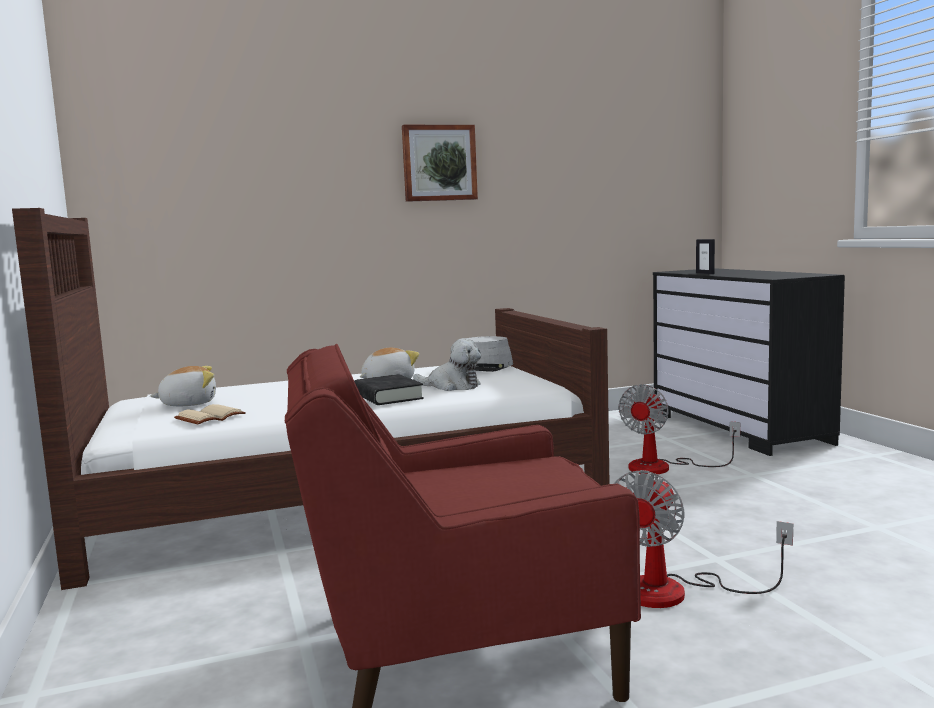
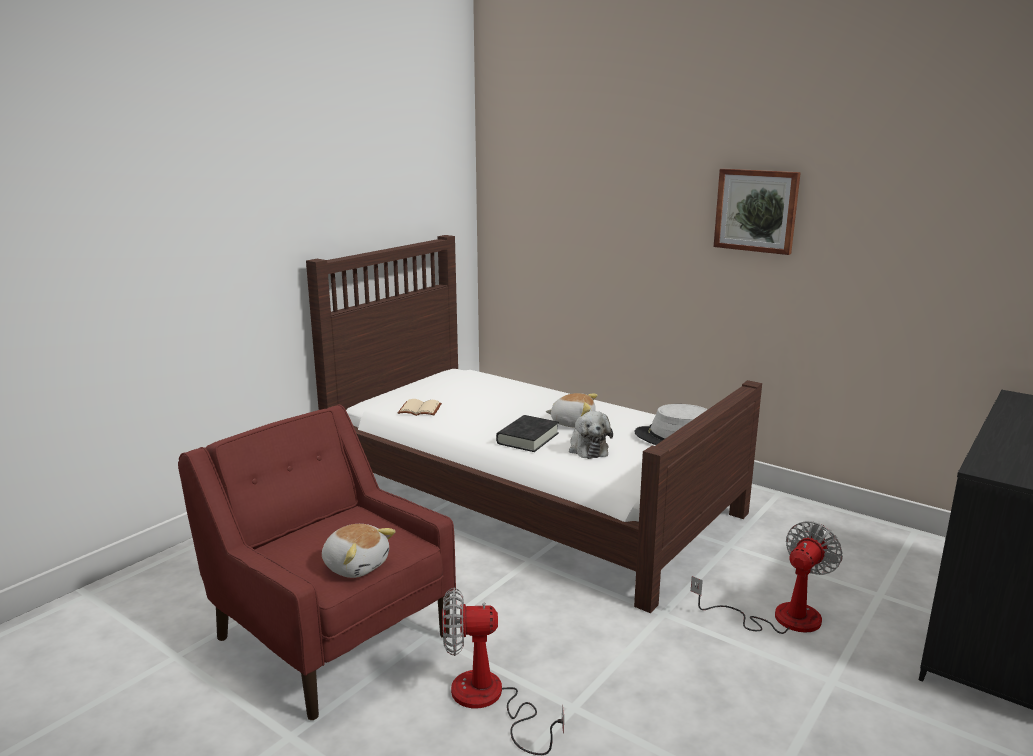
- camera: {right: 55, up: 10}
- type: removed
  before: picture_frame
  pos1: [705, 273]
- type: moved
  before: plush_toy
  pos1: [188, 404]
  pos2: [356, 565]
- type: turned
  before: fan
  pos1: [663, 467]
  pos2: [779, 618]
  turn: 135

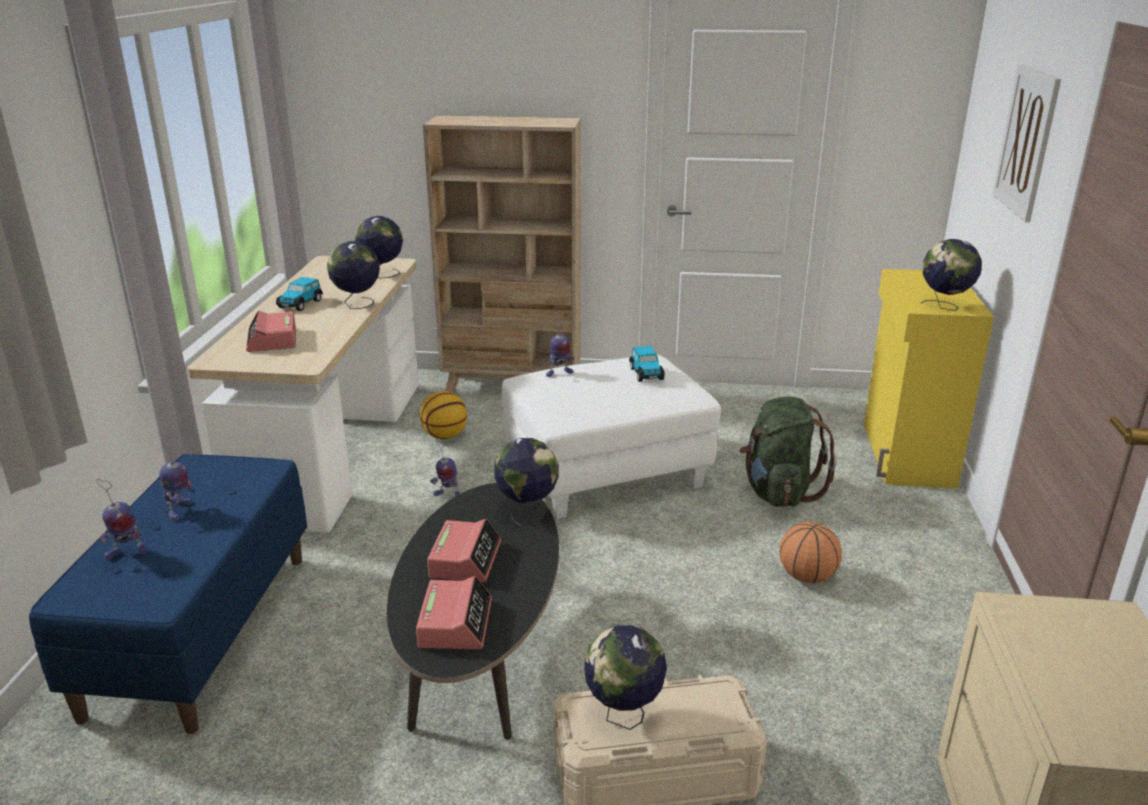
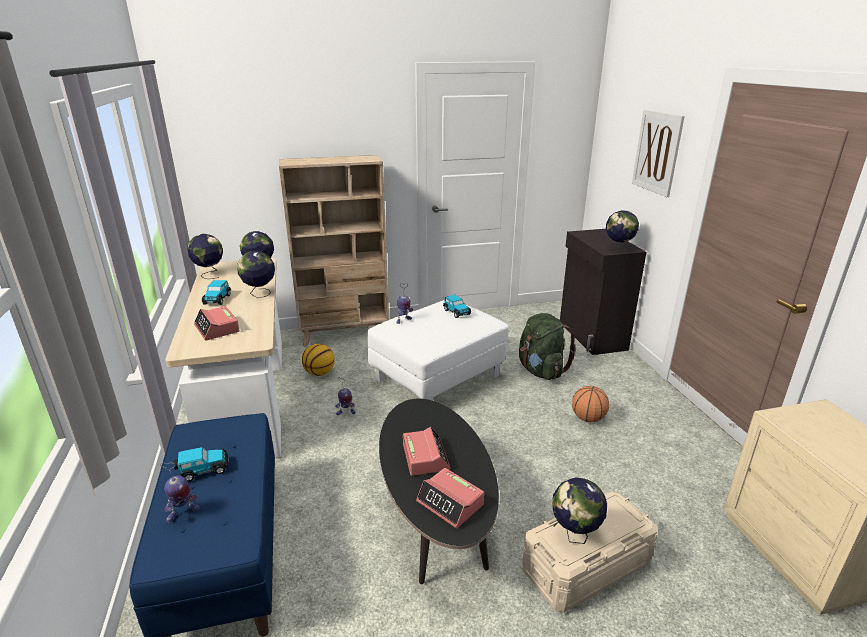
- camera: {right: -20, up: 0}
- type: recoloured
  before: yellow_cabinet
  after: black_cabinet
  pos1: [905, 454]
  pos2: [591, 336]
- type: replaced
  before: toy_robot
  after: toy_car
  pos1: [180, 511]
  pos2: [203, 470]
- type: moved
  before: globe
  pos1: [527, 513]
  pos2: [210, 274]
- type: turned
  before: alarm_clock
  pos1: [455, 623]
  pos2: [450, 503]
  turn: 150

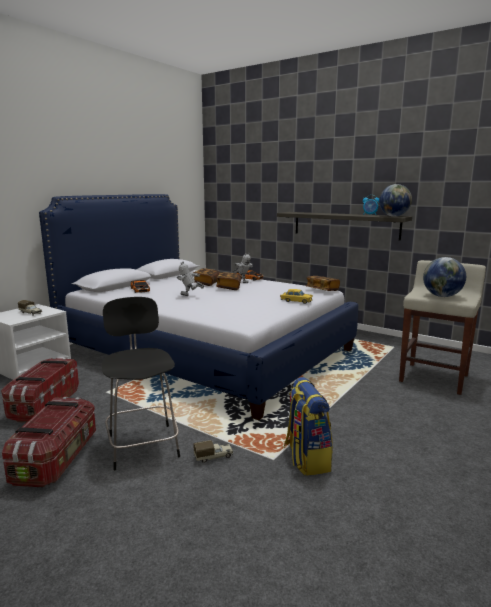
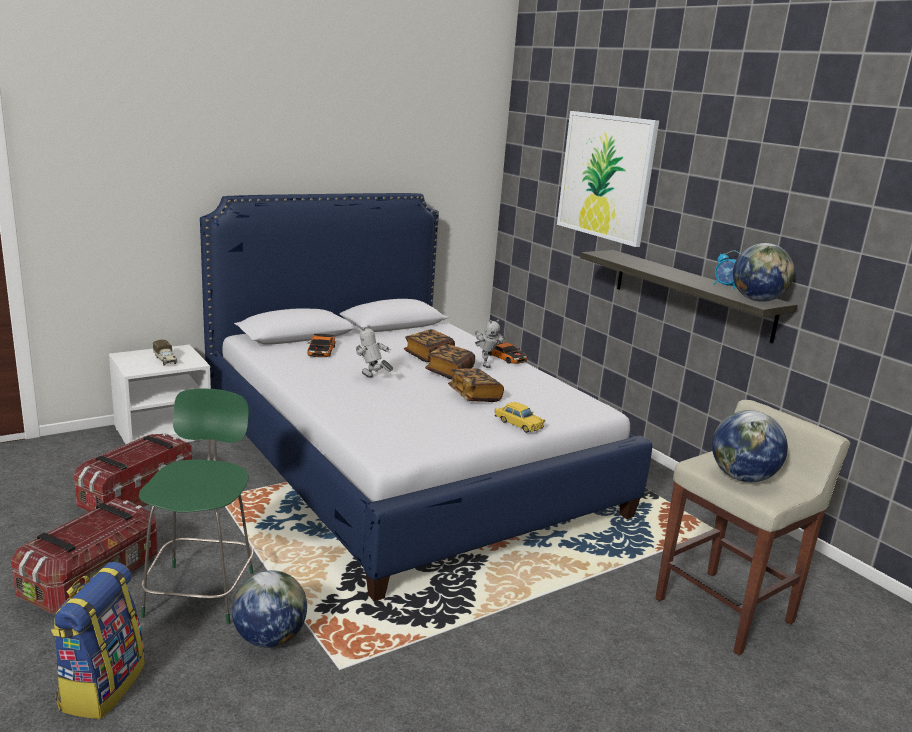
- camera: {right: 20, up: 5}
- type: moved
  before: book
  pos1: [322, 290]
  pos2: [474, 396]
- type: recoloured
  before: black_stool
  after: green_stool
  pos1: [143, 444]
  pos2: [201, 591]
- type: moved
  before: backpack
  pos1: [306, 458]
  pos2: [101, 686]
- type: replaced
  before: toy_truck
  after: globe
  pos1: [214, 457]
  pos2: [269, 638]
- type: added
  after: picture
  pos2: [606, 176]

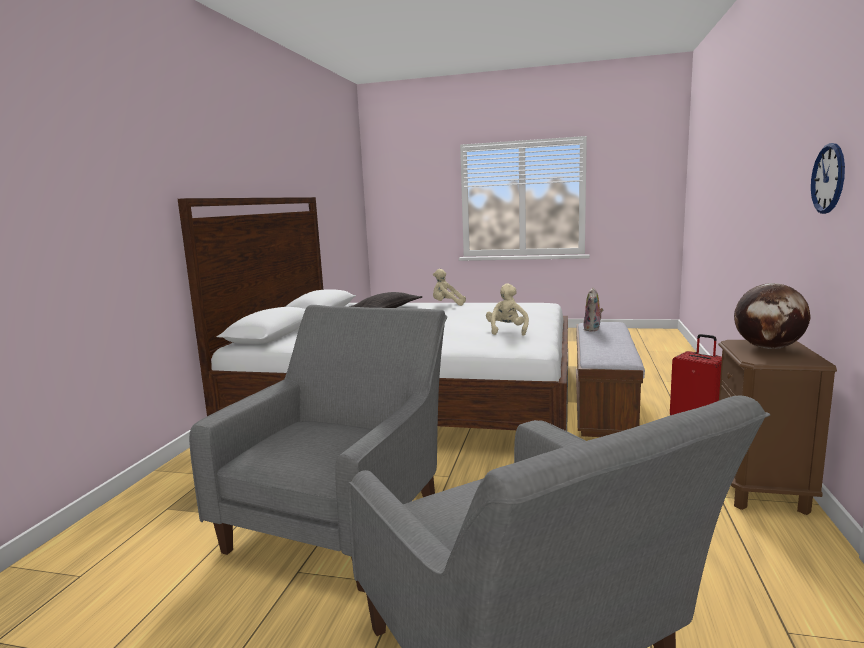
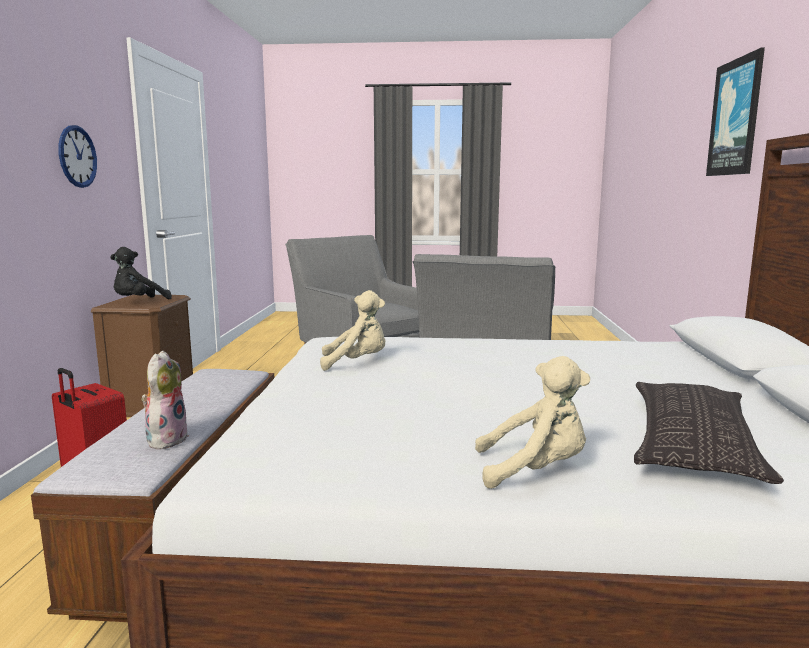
- camera: {right: 170, up: 0}
- type: turned
  before: beige_plush_toy
  pos1: [507, 331]
  pos2: [357, 363]
  turn: -90
- type: replaced
  before: globe
  after: black_plush_toy
  pos1: [768, 348]
  pos2: [139, 302]
- type: added
  after: picture
  pos2: [736, 117]

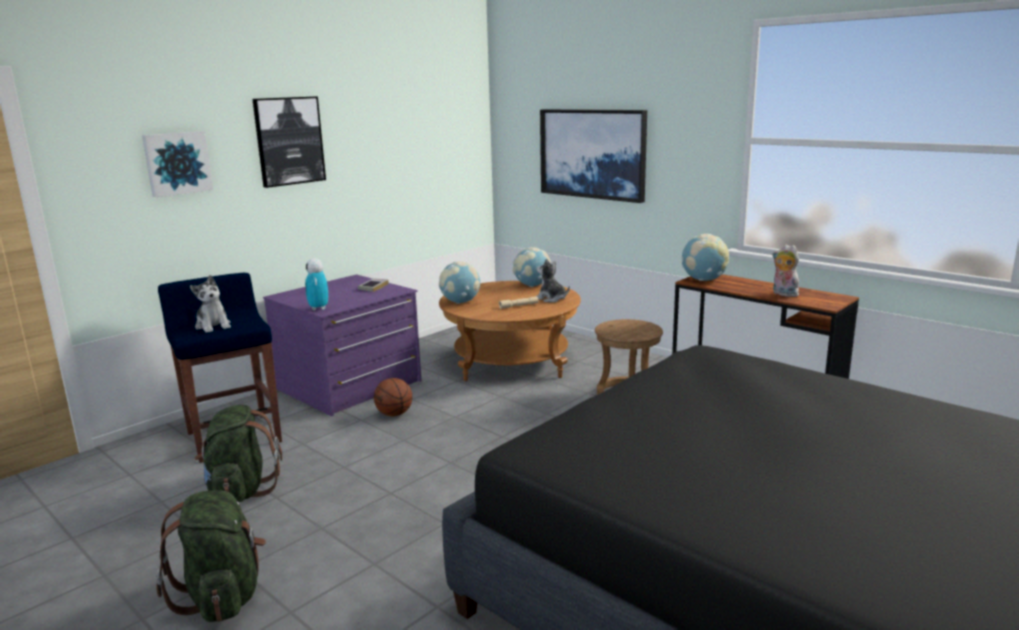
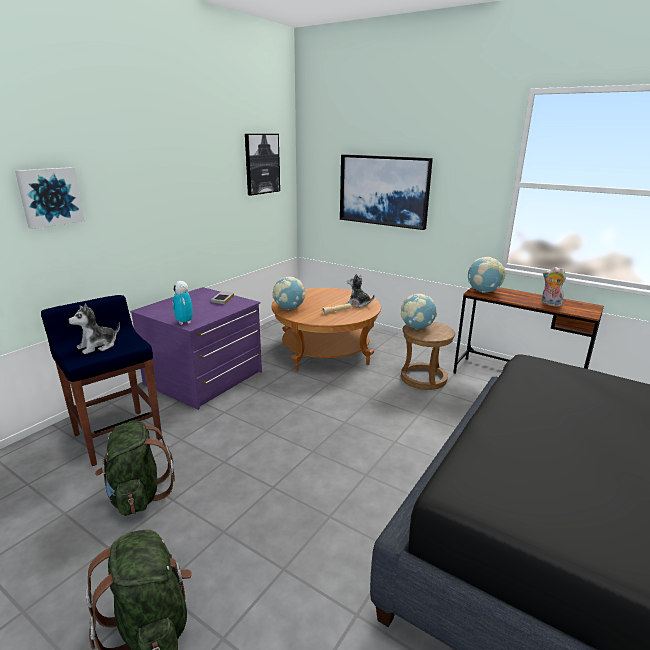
- camera: {right: -10, up: 5}
- type: moved
  before: picture
  pos1: [289, 141]
  pos2: [262, 164]
- type: moved
  before: globe
  pos1: [532, 285]
  pos2: [417, 327]
- type: turned
  before: plush_toy
  pos1: [213, 326]
  pos2: [98, 346]
  turn: 90
- type: removed
  before: basketball
  pos1: [394, 414]

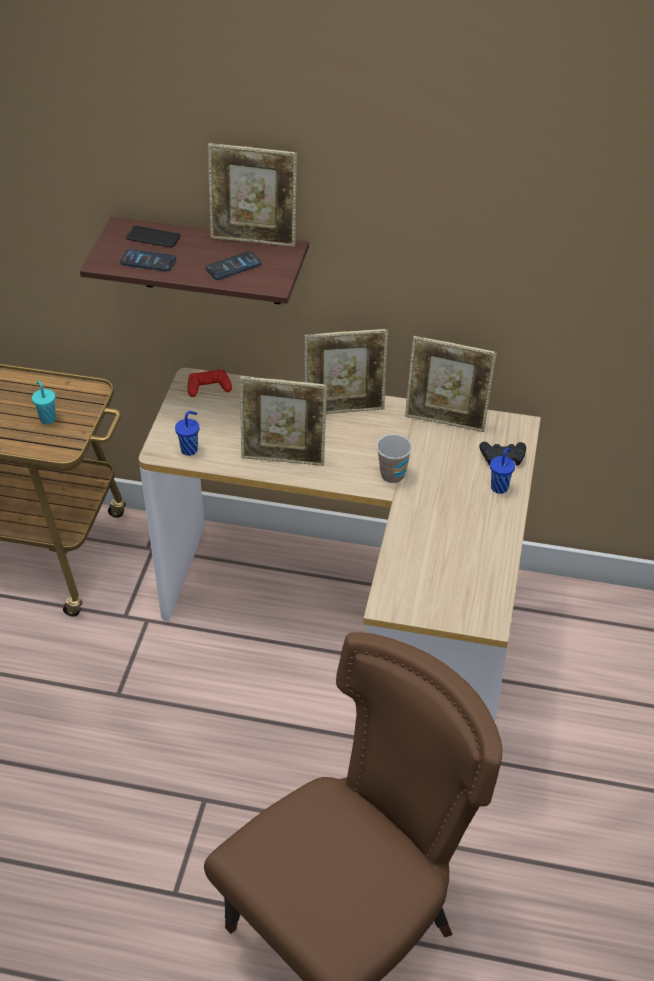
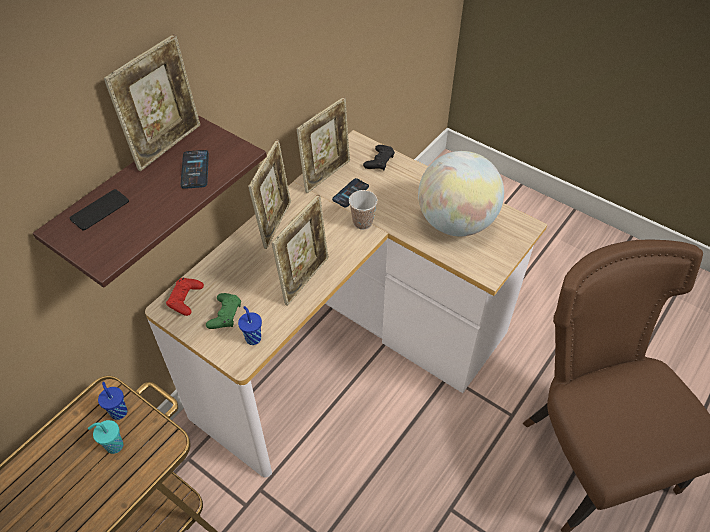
- camera: {right: -65, up: 5}
- type: moved
  before: phone
  pos1: [148, 261]
  pos2: [350, 193]
- type: moved
  before: blue_cup
  pos1: [500, 487]
  pos2: [118, 411]
- type: added
  after: globe
  pos2: [455, 222]
- type: added
  after: green_game_controller
  pos2: [225, 314]

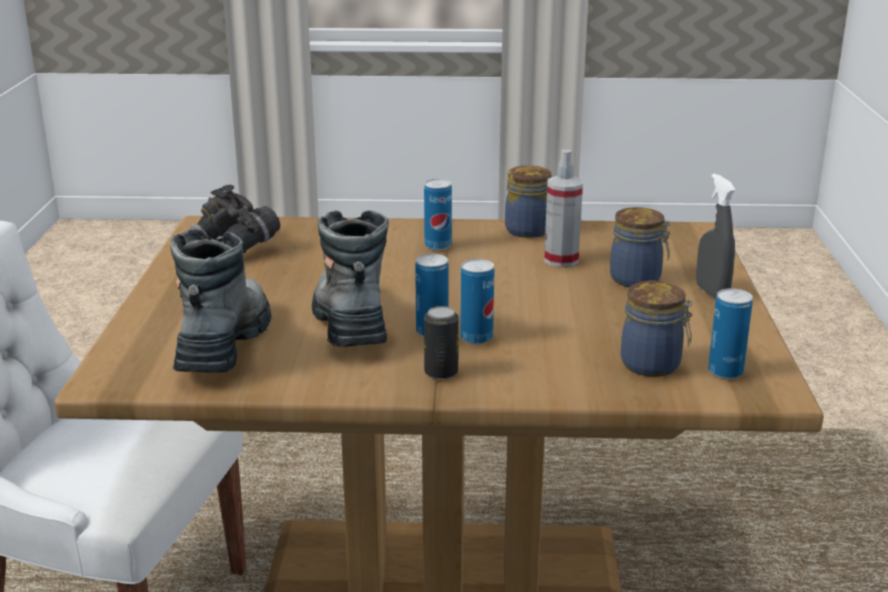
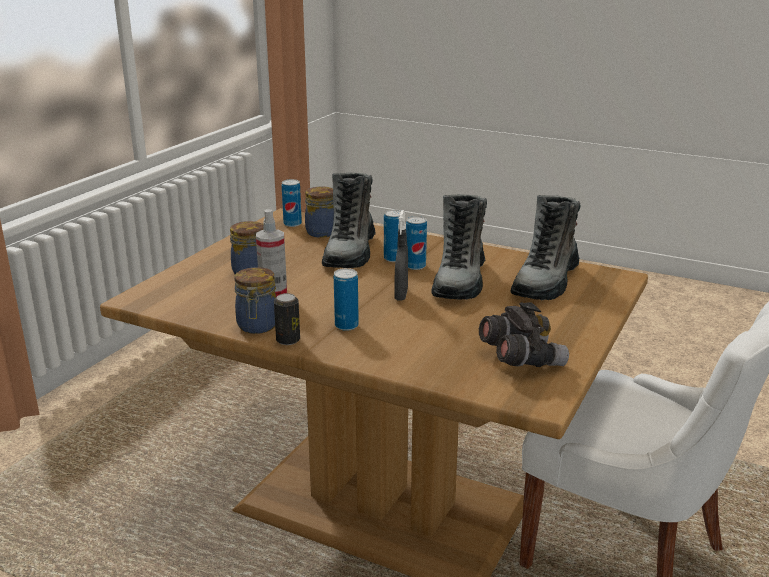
- camera: {right: -155, up: 0}
- type: moved
  before: grey_spray_bottle
  pos1: [711, 293]
  pos2: [401, 295]
- type: moved
  before: can
  pos1: [441, 372]
  pos2: [288, 340]
- type: added
  after: boot
  pos2: [350, 252]

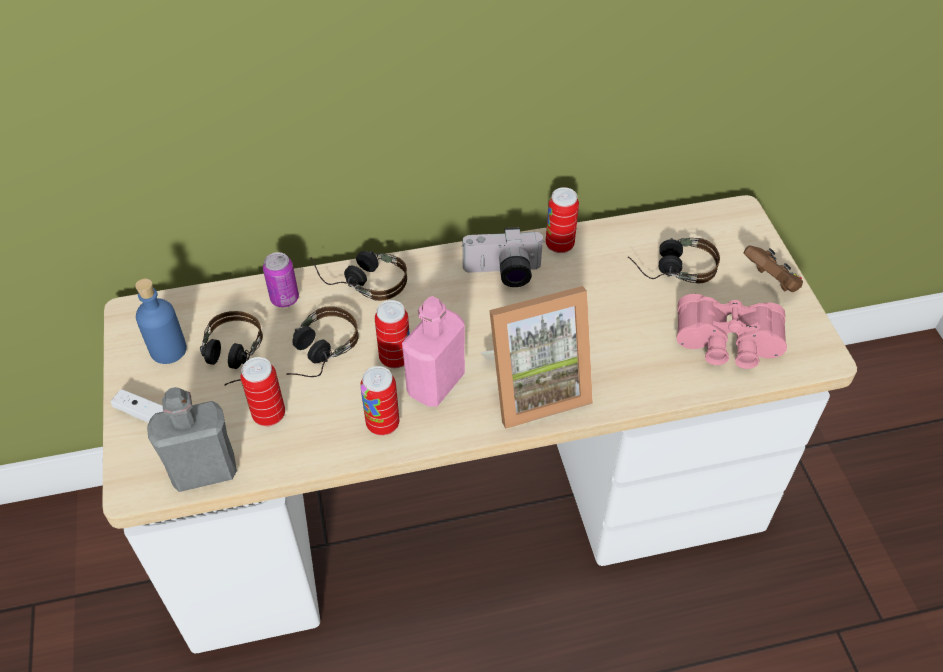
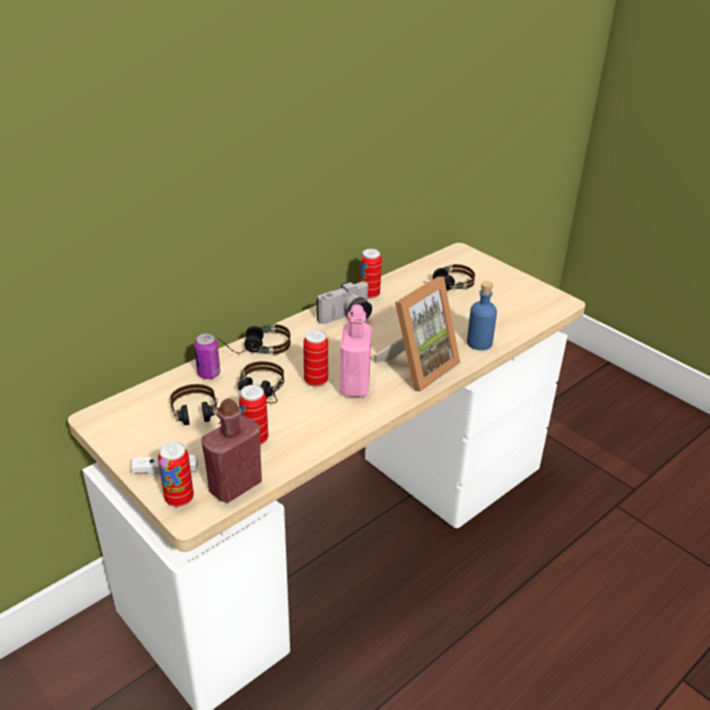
- camera: {right: -30, up: -15}
- type: removed
  before: brown_game_controller
  pos1: [771, 282]
- type: moved
  before: blue_bottle
  pos1: [168, 350]
  pos2: [479, 343]
- type: removed
  before: pink_binoculars
  pos1: [727, 345]
- type: moved
  before: can
  pos1: [382, 424]
  pos2: [179, 498]
- type: recoloured
  before: grey_bottle
  after: red_bottle
  pos1: [204, 471]
  pos2: [235, 486]

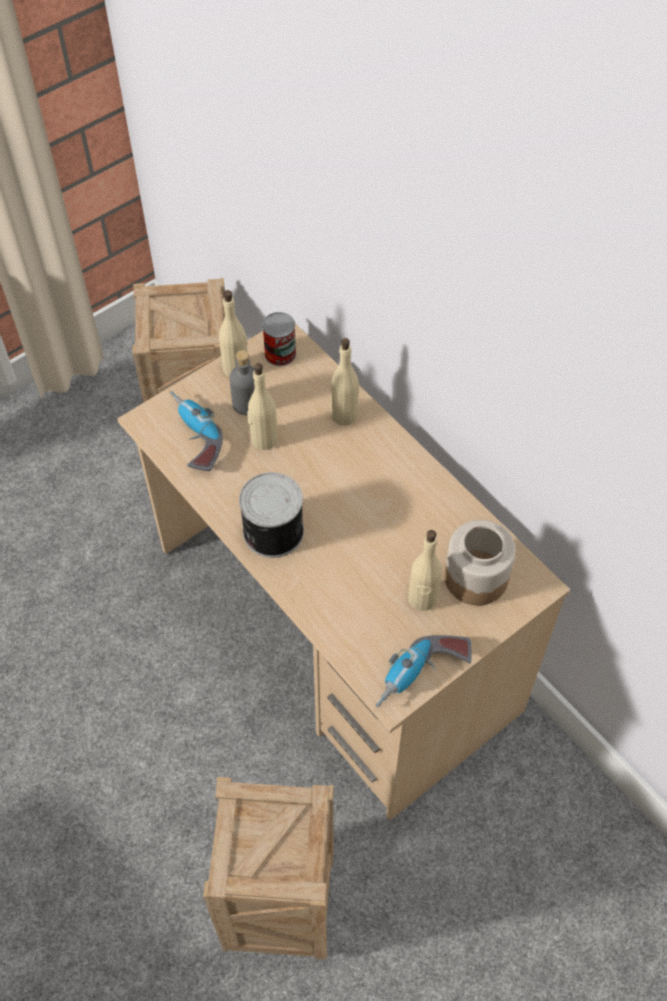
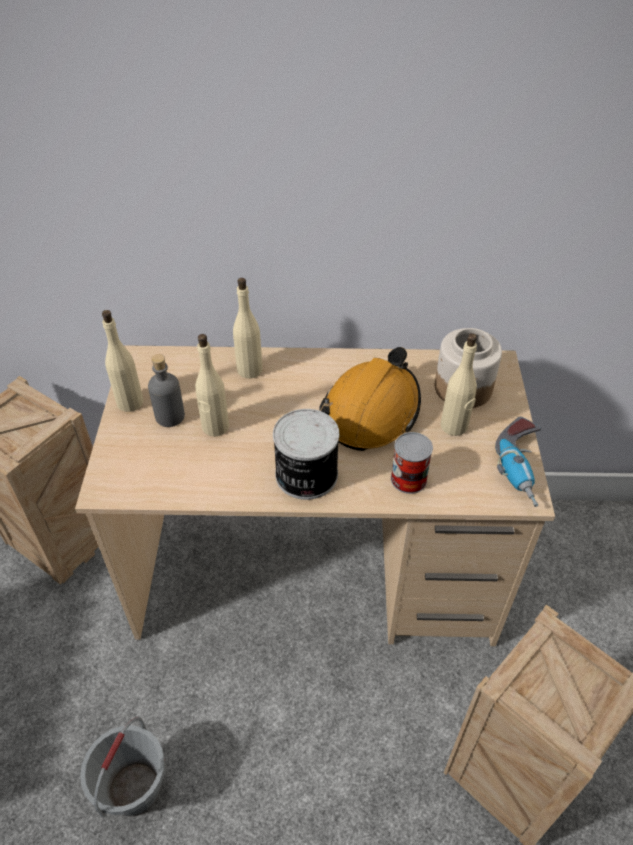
- camera: {right: -50, up: -10}
- type: moved
  before: can
  pos1: [280, 353]
  pos2: [408, 479]
- type: removed
  before: power_drill
  pos1: [193, 437]
- type: added
  after: orange_hard_hat
  pos2: [371, 411]
- type: added
  after: grey_bucket
  pos2: [134, 788]

